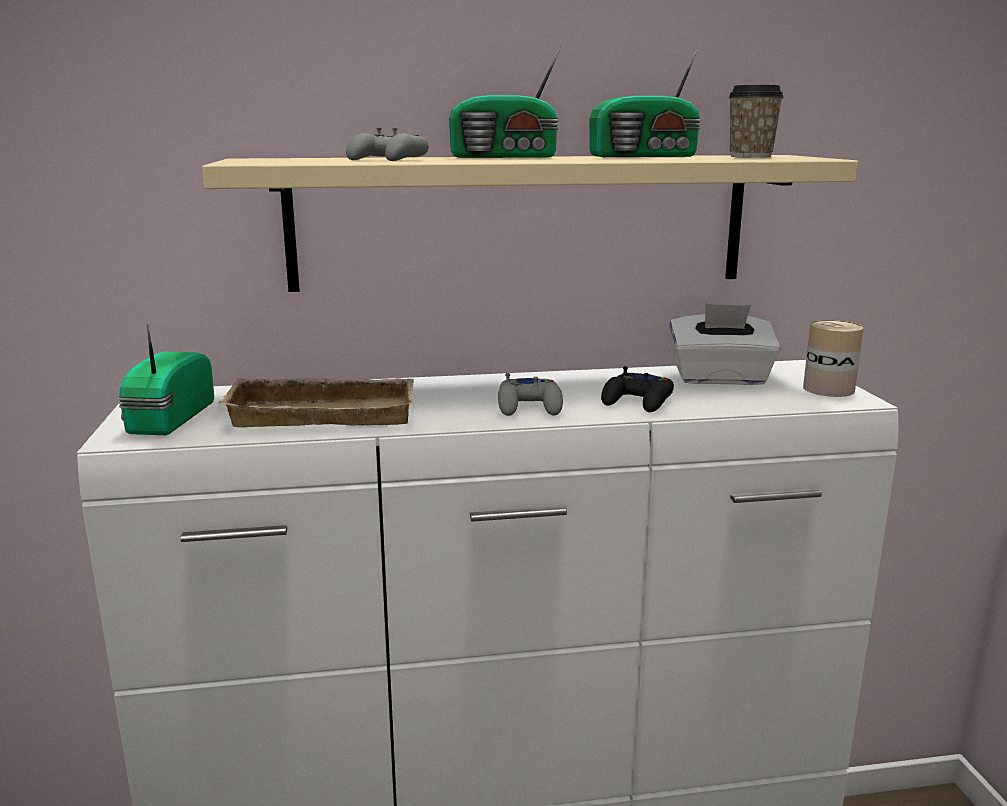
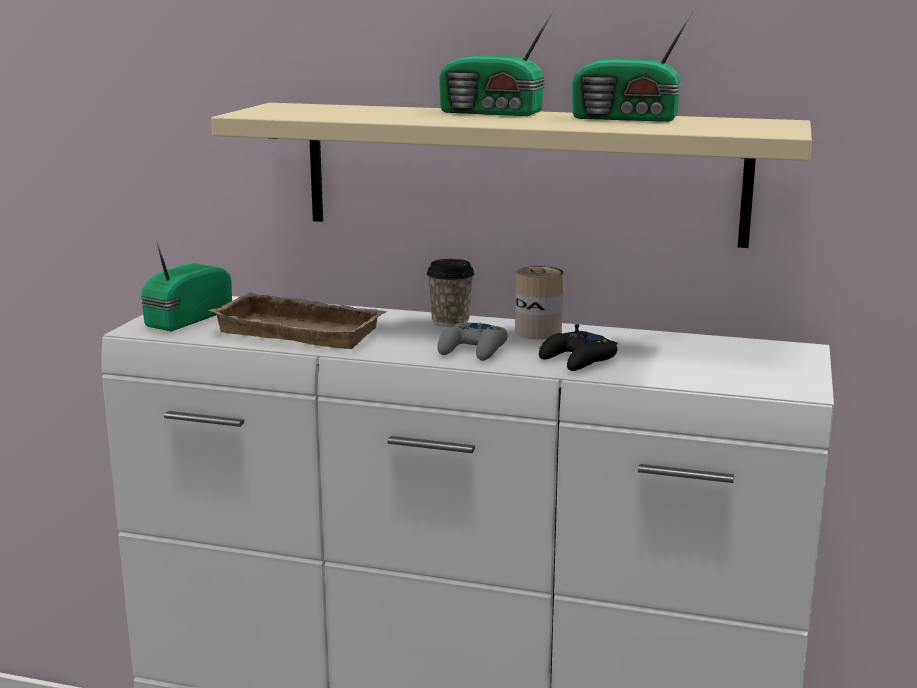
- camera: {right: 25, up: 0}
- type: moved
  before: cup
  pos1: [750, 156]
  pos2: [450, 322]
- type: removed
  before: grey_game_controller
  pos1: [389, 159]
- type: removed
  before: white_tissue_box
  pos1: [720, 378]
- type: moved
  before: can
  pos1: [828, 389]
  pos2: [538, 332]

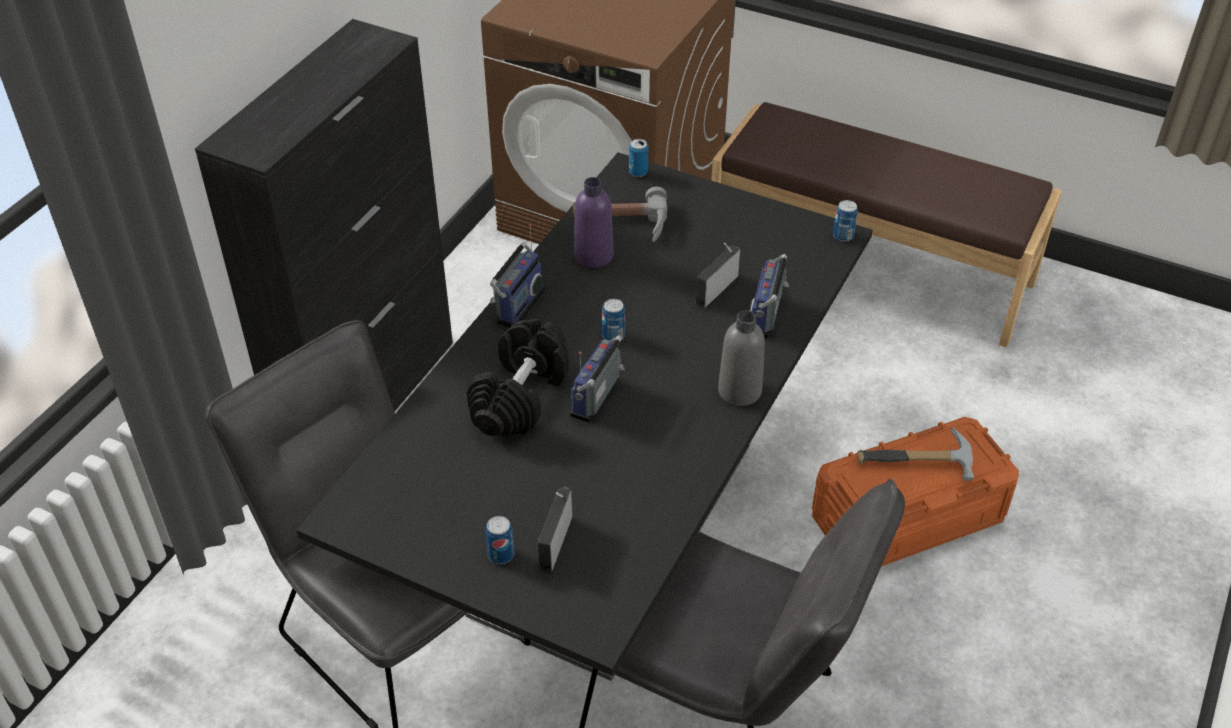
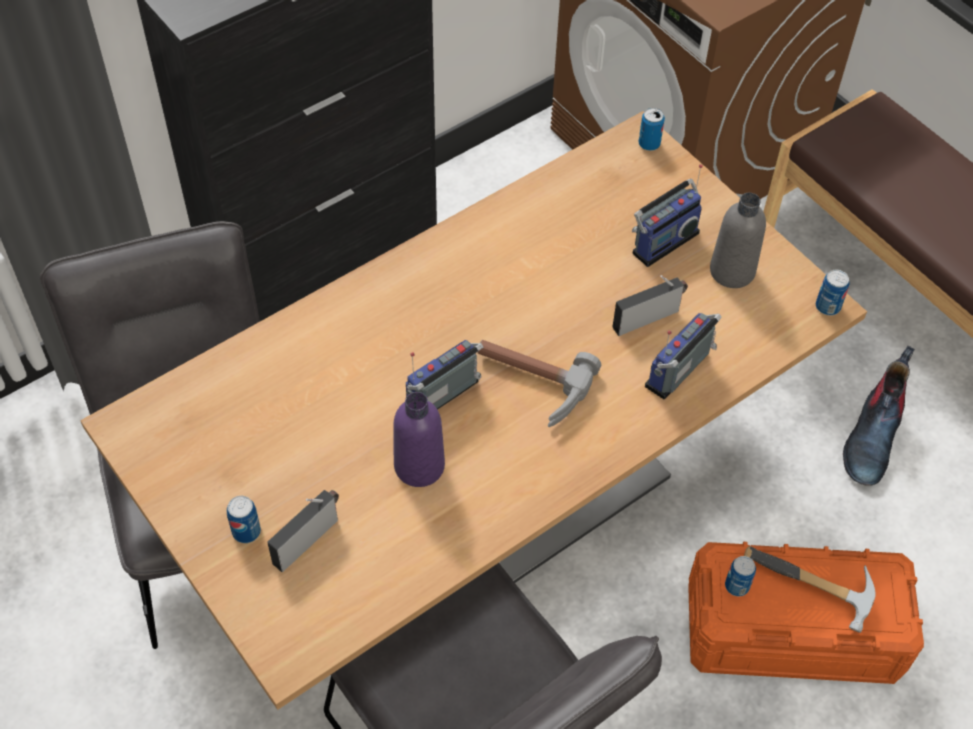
- camera: {right: 25, up: 10}
- type: recoloured
  before: black_dining_table
  after: beige_dining_table
  pos1: [615, 528]
  pos2: [482, 510]
- type: moved
  before: purple_bottle
  pos1: [593, 255]
  pos2: [419, 466]
- type: moved
  before: hammer
  pos1: [621, 225]
  pos2: [529, 385]
- type: moved
  before: radio
  pos1: [517, 305]
  pos2: [662, 241]
- type: moved
  before: can
  pos1: [613, 335]
  pos2: [737, 586]
- type: moved
  before: grey_bottle
  pos1: [739, 391]
  pos2: [732, 271]
- type: removed
  before: black_dumbbell
  pos1: [520, 397]
- type: added
  after: boot
  pos2: [872, 437]

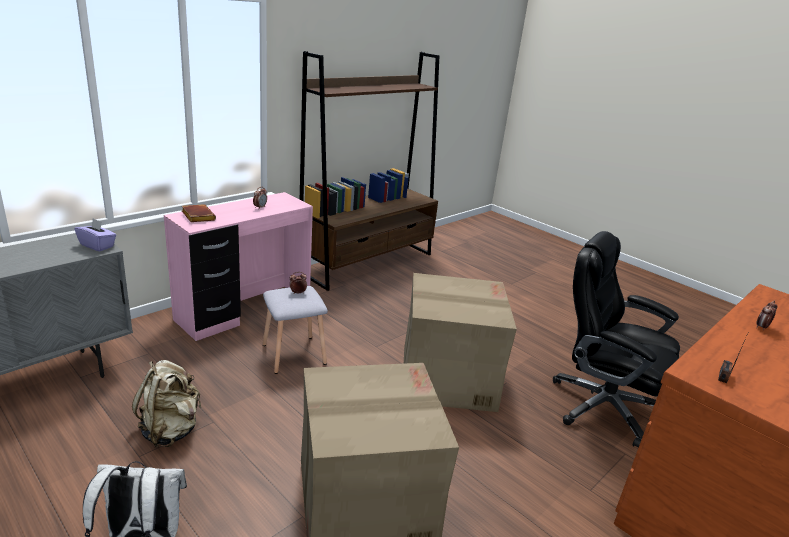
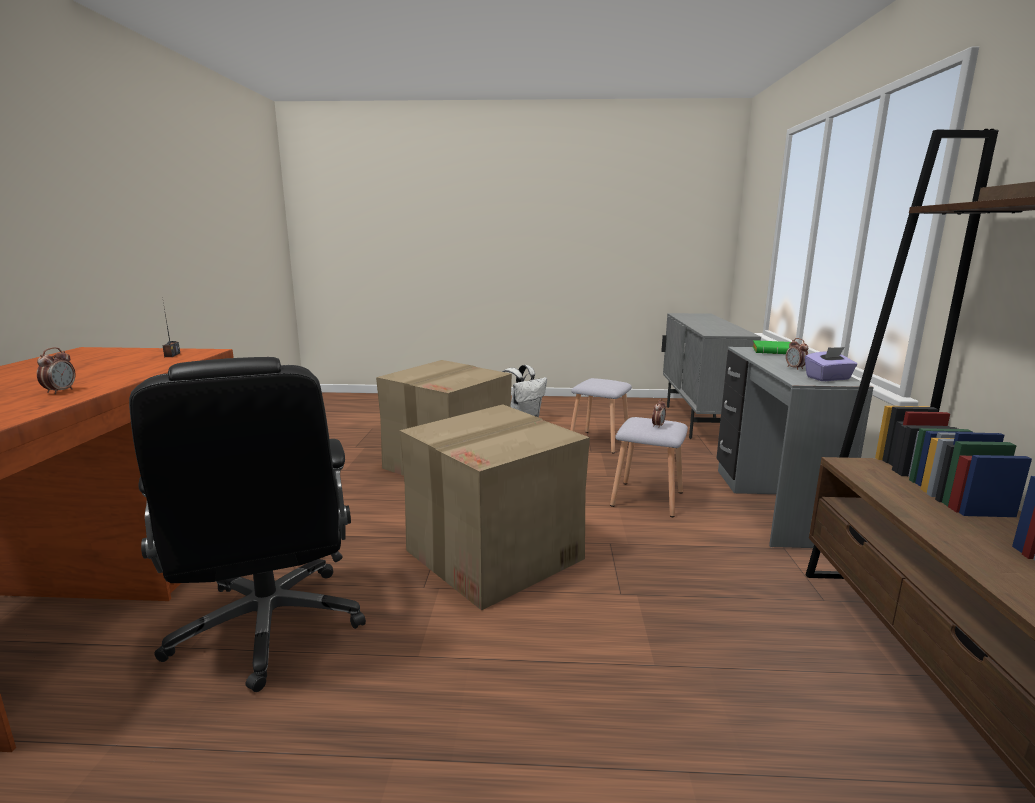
- camera: {right: 140, up: -10}
- type: recoloured
  before: pink_desk
  after: grey_desk
  pos1: [245, 311]
  pos2: [769, 504]
- type: recoloured
  before: brown_book
  after: green_book
  pos1: [197, 216]
  pos2: [774, 352]
- type: moved
  before: purple_tissue_box
  pos1: [97, 245]
  pos2: [828, 378]
- type: turned
  before: black_office_chair
  pos1: [601, 406]
  pos2: [269, 627]
  turn: 75
- type: replaced
  before: beige_backpack
  after: grey_stool
  pos1: [171, 430]
  pos2: [600, 442]

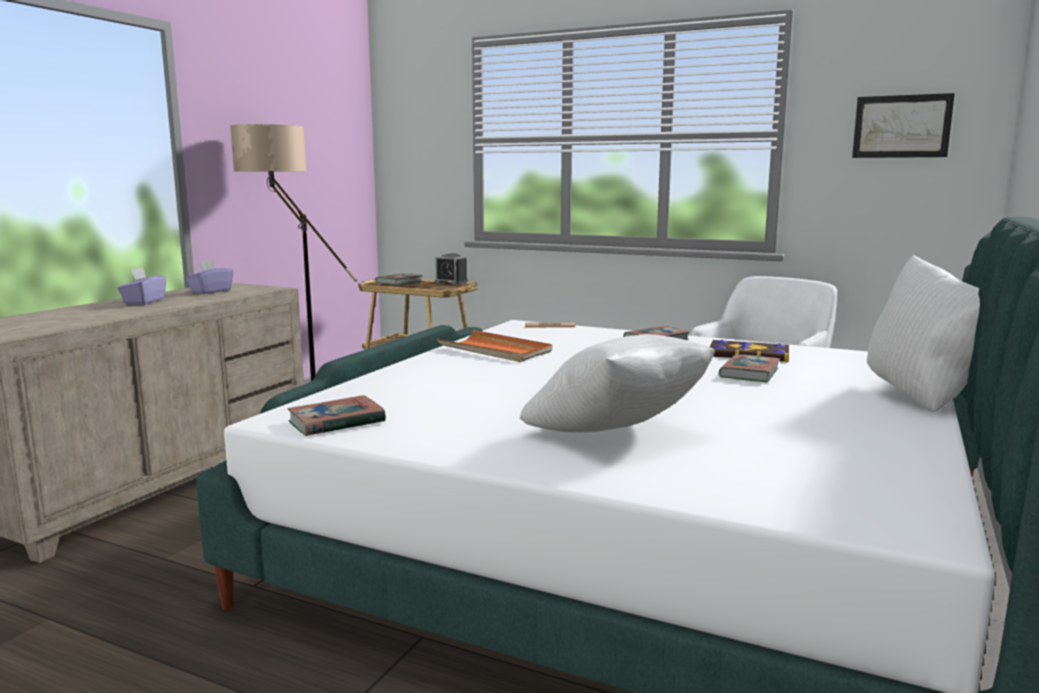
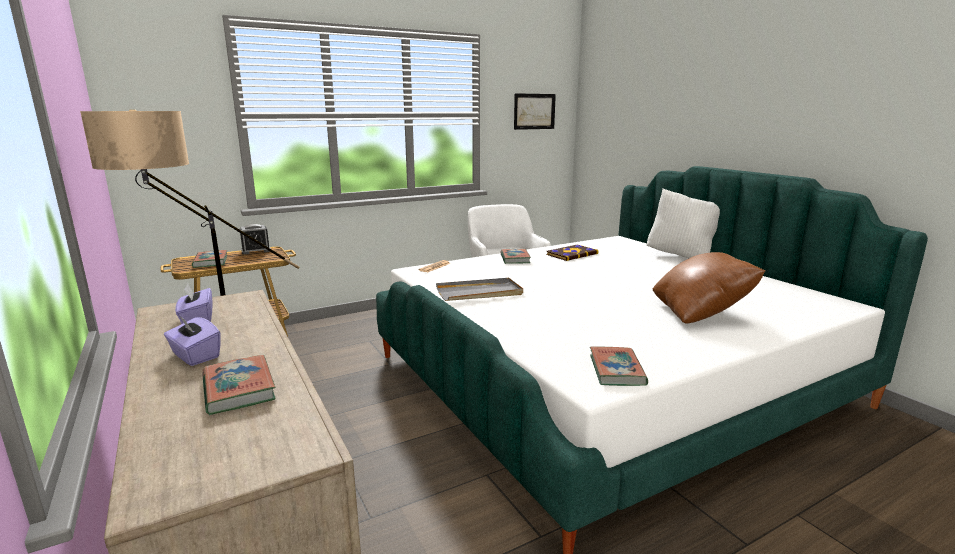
- camera: {right: -55, up: 5}
- type: recoloured
  before: orange_tray
  after: grey_tray
  pos1: [495, 350]
  pos2: [479, 293]
- type: recoloured
  before: white_pillow
  after: brown_pillow
  pos1: [616, 435]
  pos2: [700, 313]
- type: moved
  before: book
  pos1: [749, 373]
  pos2: [238, 389]

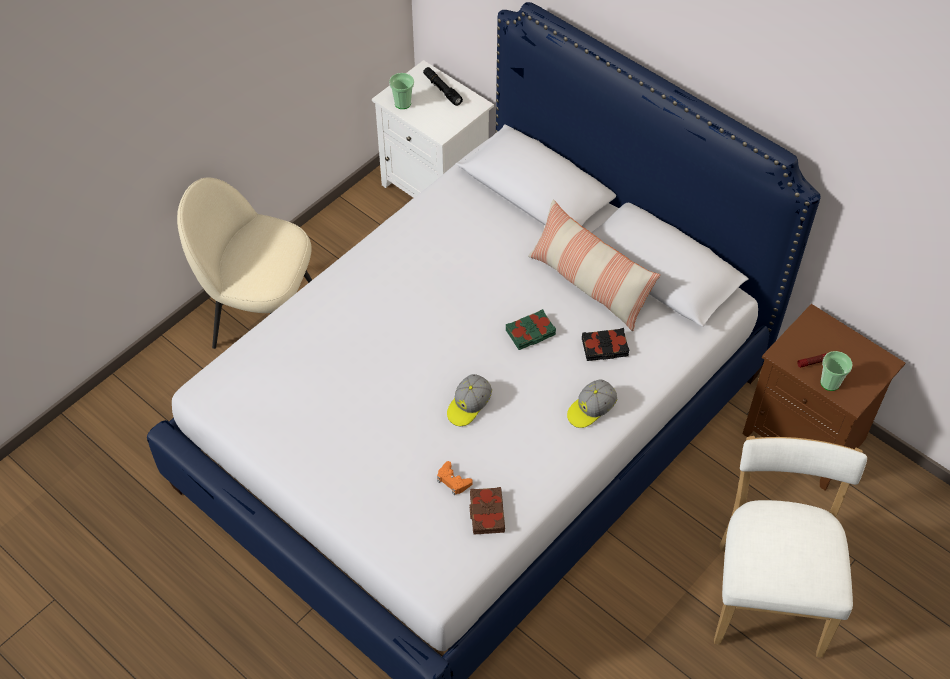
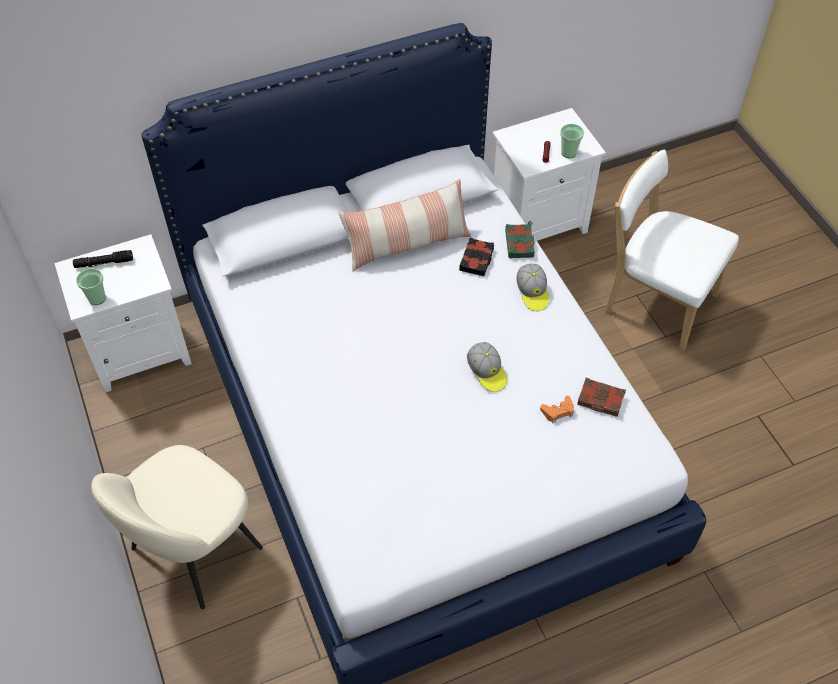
- camera: {right: -65, up: 0}
- type: recoloured
  before: brown_nightstand
  after: white_nightstand
  pos1: [807, 437]
  pos2: [538, 221]
- type: moved
  before: green_book
  pos1: [531, 333]
  pos2: [520, 243]

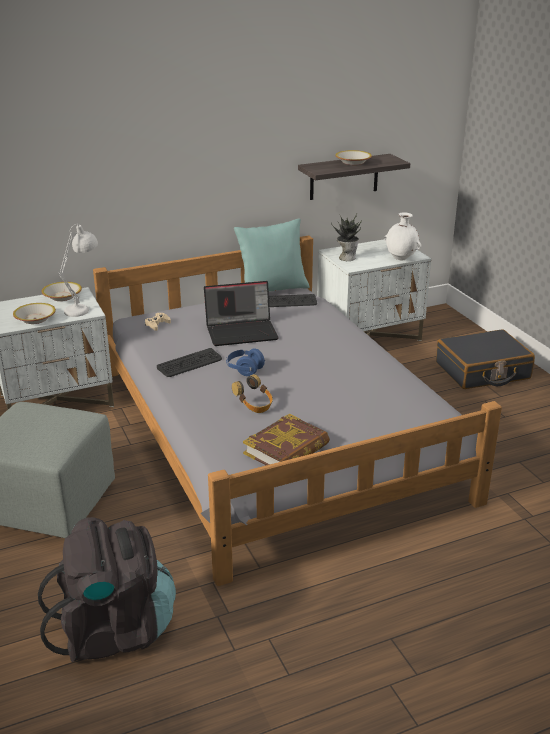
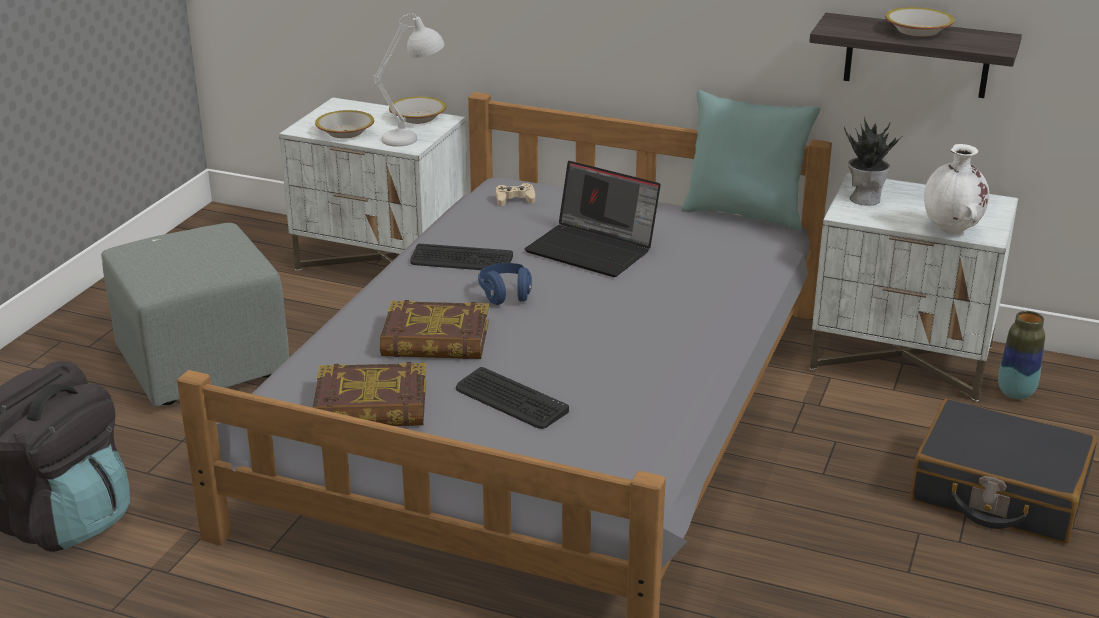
- camera: {right: 45, up: 0}
- type: moved
  before: keyboard
  pos1: [288, 302]
  pos2: [510, 400]
- type: replaced
  before: headphones
  after: book
  pos1: [254, 405]
  pos2: [435, 340]
- type: added
  after: vase
  pos2: [1015, 393]

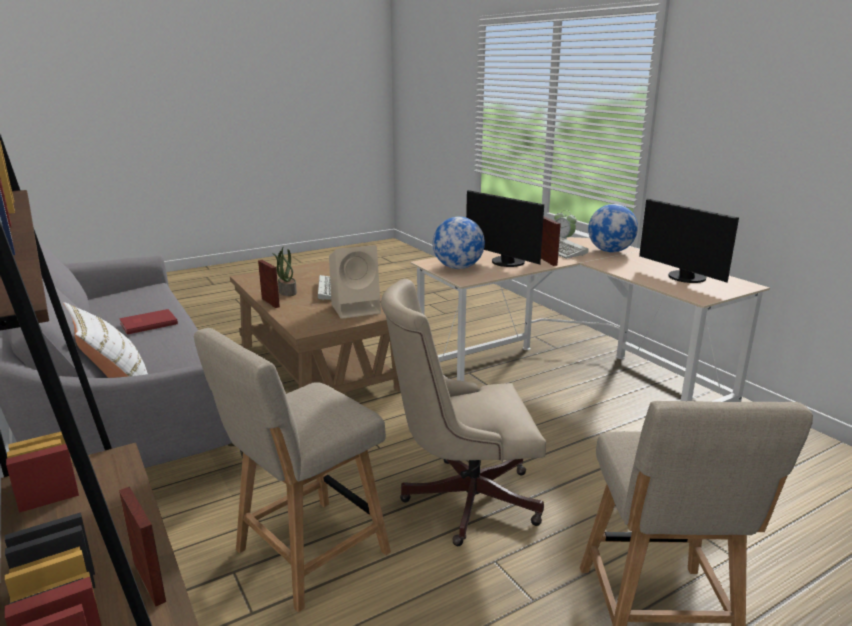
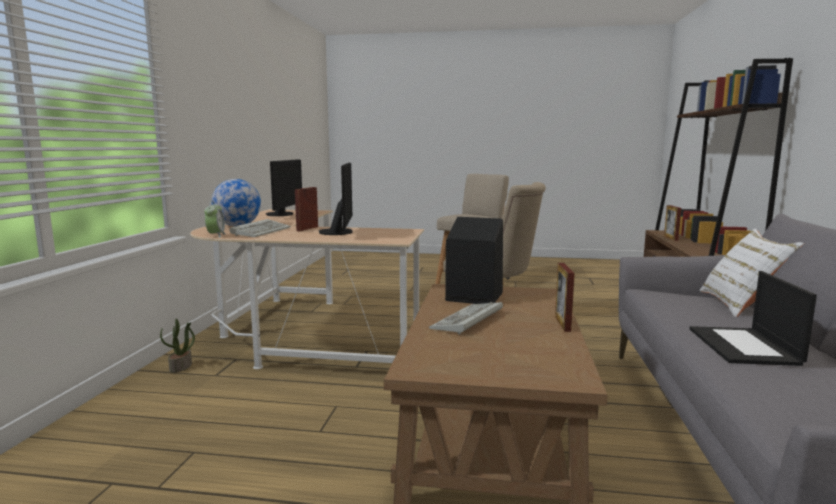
- camera: {right: -140, up: -10}
- type: removed
  before: globe
  pos1: [458, 268]
- type: recoloured
  before: beige_speaker
  after: black_speaker
  pos1: [357, 309]
  pos2: [472, 297]
- type: moved
  before: potted_plant
  pos1: [287, 292]
  pos2: [181, 367]
- type: replaced
  before: red_book
  after: laptop
  pos1: [147, 323]
  pos2: [744, 346]
- type: removed
  before: beige_chair
  pos1: [306, 555]

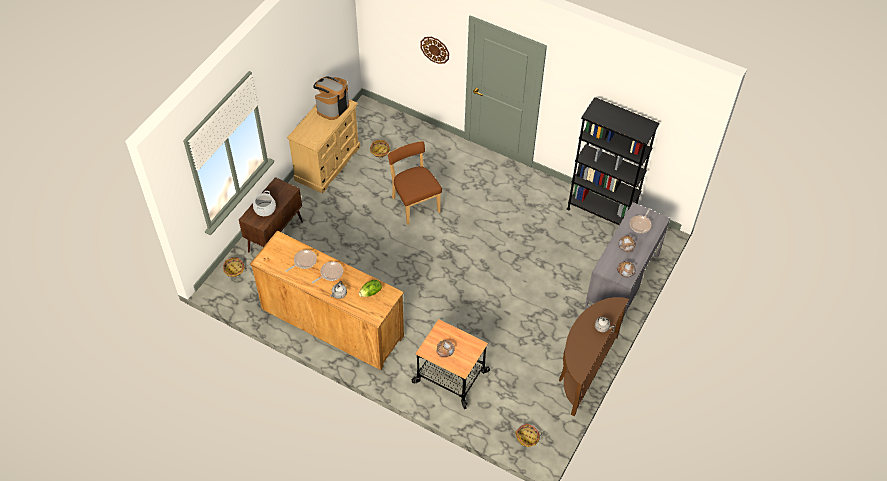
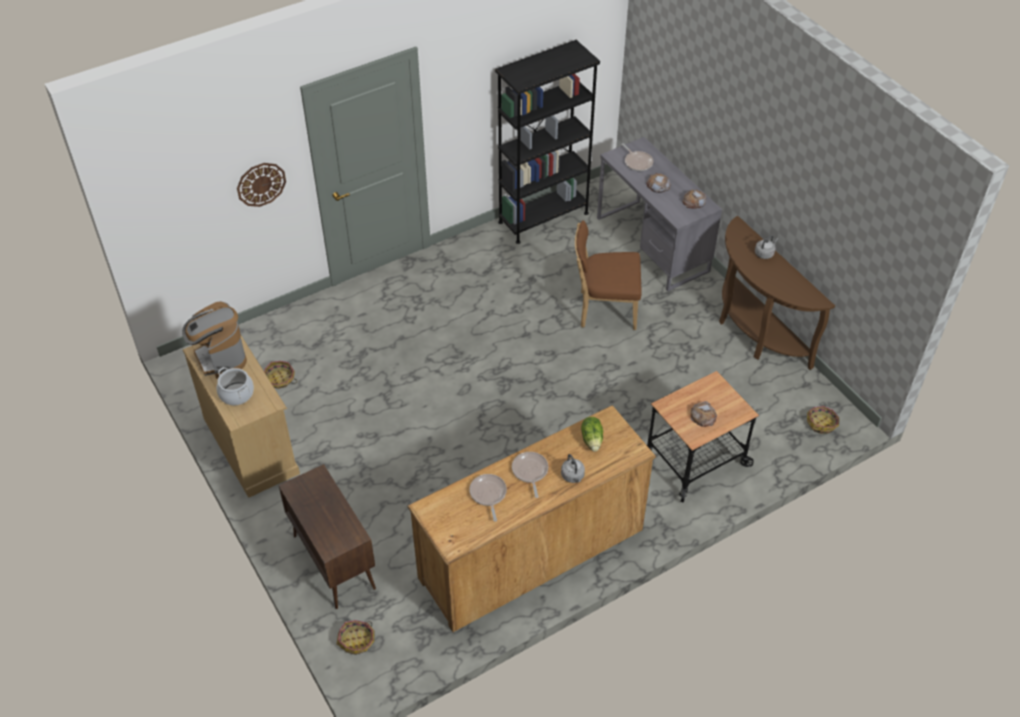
- camera: {right: -60, up: -5}
- type: moved
  before: brown_chair
  pos1: [414, 203]
  pos2: [604, 310]
- type: moved
  before: cooking_pot
  pos1: [265, 209]
  pos2: [236, 394]

